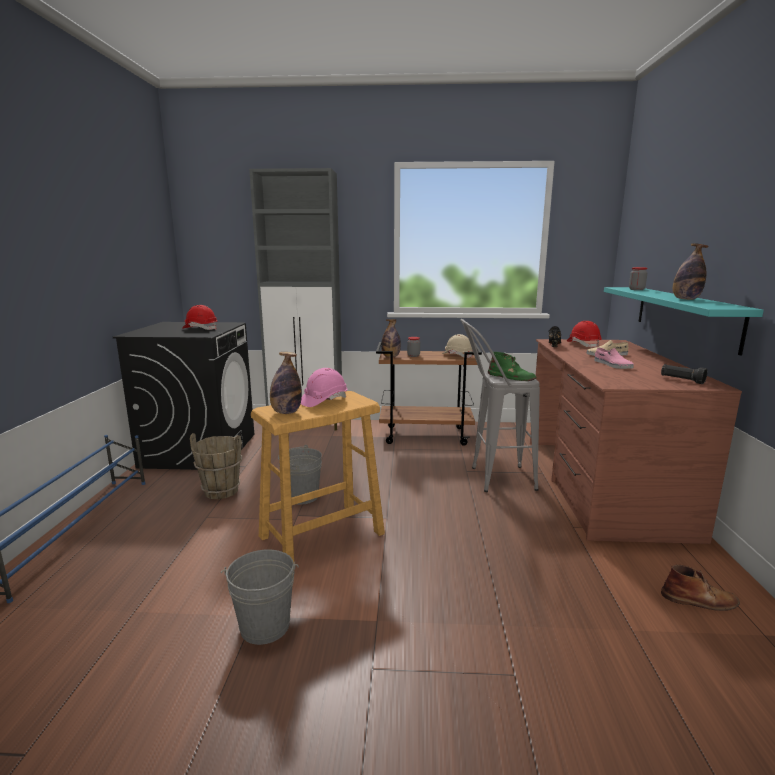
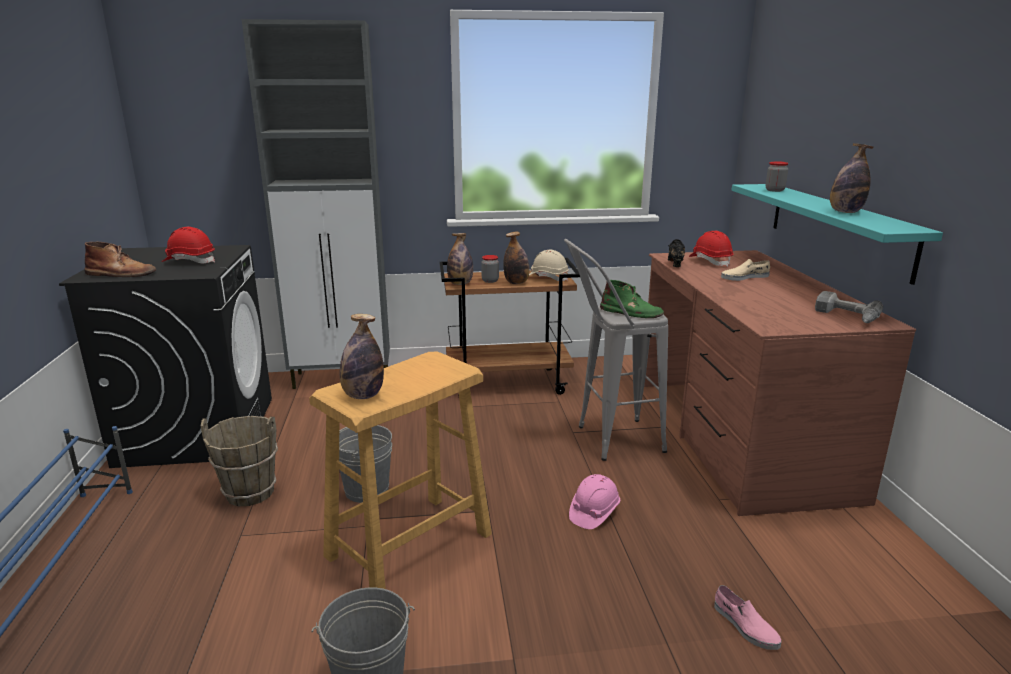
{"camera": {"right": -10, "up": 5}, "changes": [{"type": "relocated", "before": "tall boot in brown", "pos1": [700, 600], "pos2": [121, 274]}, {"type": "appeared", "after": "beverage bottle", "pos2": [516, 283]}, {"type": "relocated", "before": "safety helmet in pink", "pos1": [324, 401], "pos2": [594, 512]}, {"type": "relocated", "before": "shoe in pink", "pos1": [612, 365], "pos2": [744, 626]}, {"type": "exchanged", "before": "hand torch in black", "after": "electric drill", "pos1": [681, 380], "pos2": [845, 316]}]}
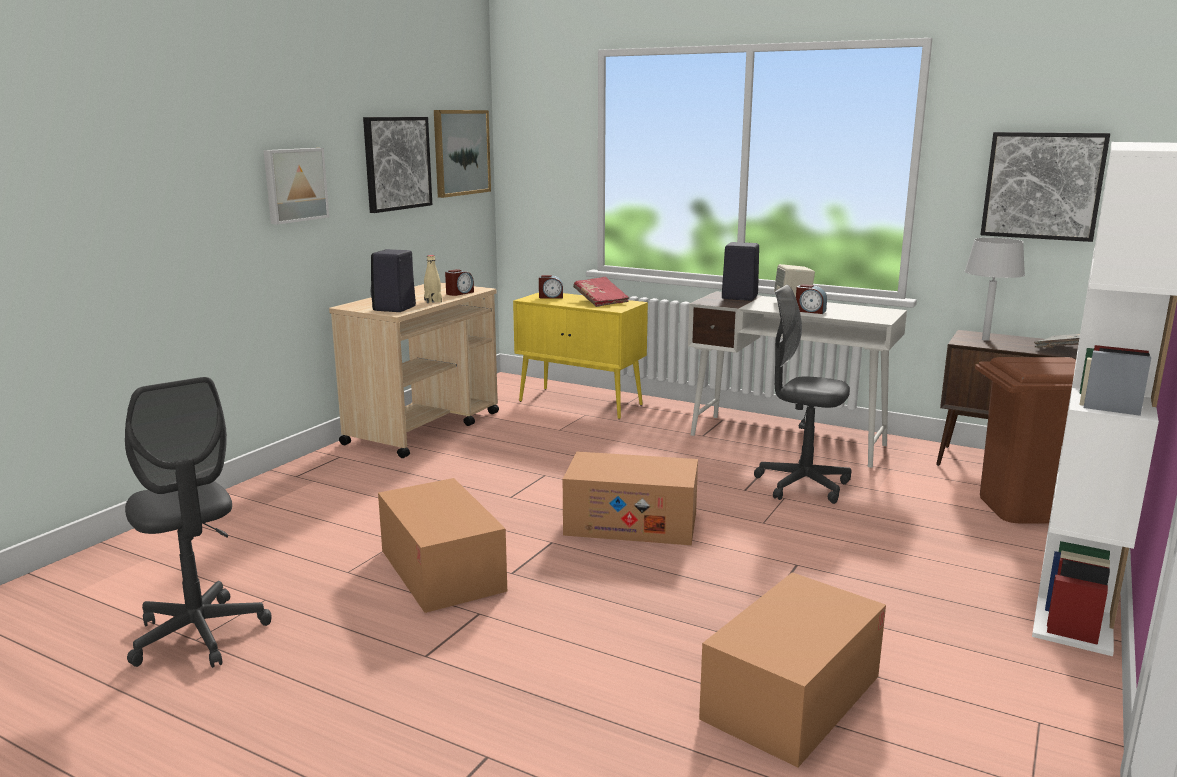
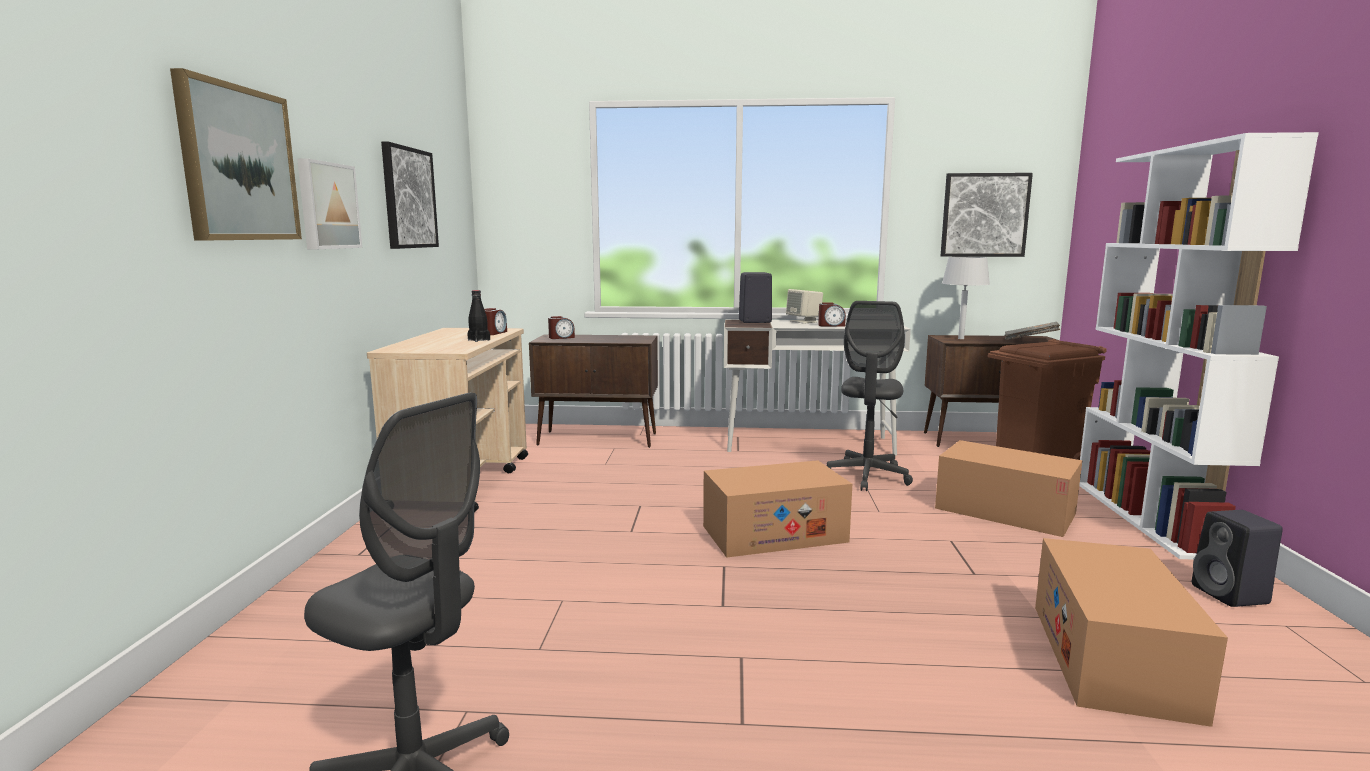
{"camera": {"right": -25, "up": -5}, "changes": [{"type": "relocated", "before": "wall art", "pos1": [461, 152], "pos2": [238, 164]}, {"type": "colour", "before": "beverage bottle in beige-coloured", "after": "beverage bottle in black", "pos1": [433, 301], "pos2": [479, 340]}, {"type": "colour", "before": "storage cabinet in yellow", "after": "storage cabinet in brown", "pos1": [581, 403], "pos2": [599, 439]}, {"type": "spun", "before": "computer chair in greyish", "pos1": [802, 485], "pos2": [867, 476], "turn": -75}, {"type": "relocated", "before": "cardboard box", "pos1": [441, 570], "pos2": [1004, 511]}, {"type": "relocated", "before": "speaker in black", "pos1": [394, 309], "pos2": [1232, 595]}, {"type": "missing", "before": "book in red-coloured", "pos1": [600, 301]}]}
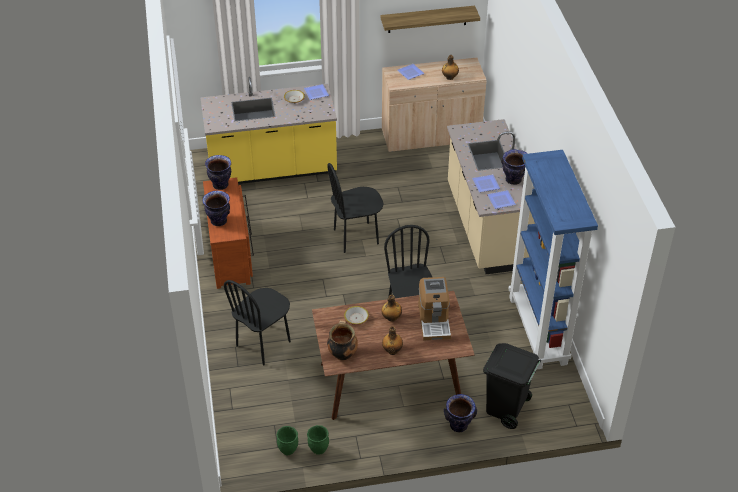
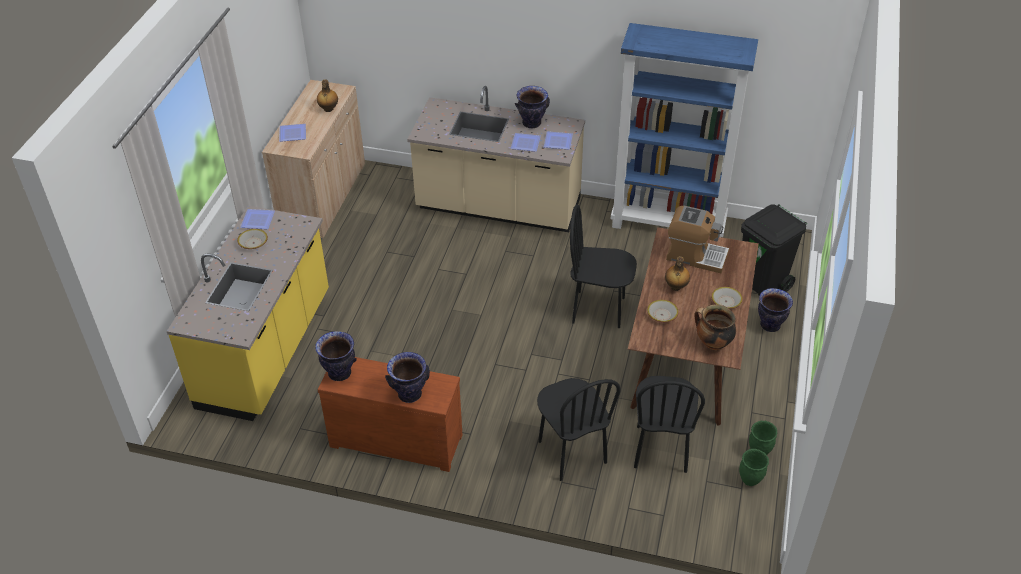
{"camera": {"right": -65, "up": 0}, "changes": [{"type": "relocated", "before": "upright chair in black", "pos1": [356, 237], "pos2": [660, 449]}, {"type": "exchanged", "before": "beverage bottle", "after": "bowl", "pos1": [392, 350], "pos2": [726, 301]}, {"type": "missing", "before": "wall shelf", "pos1": [427, 19]}]}
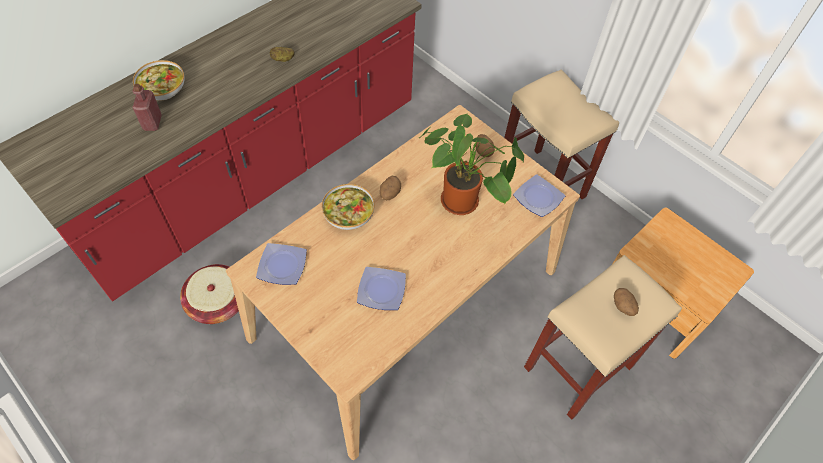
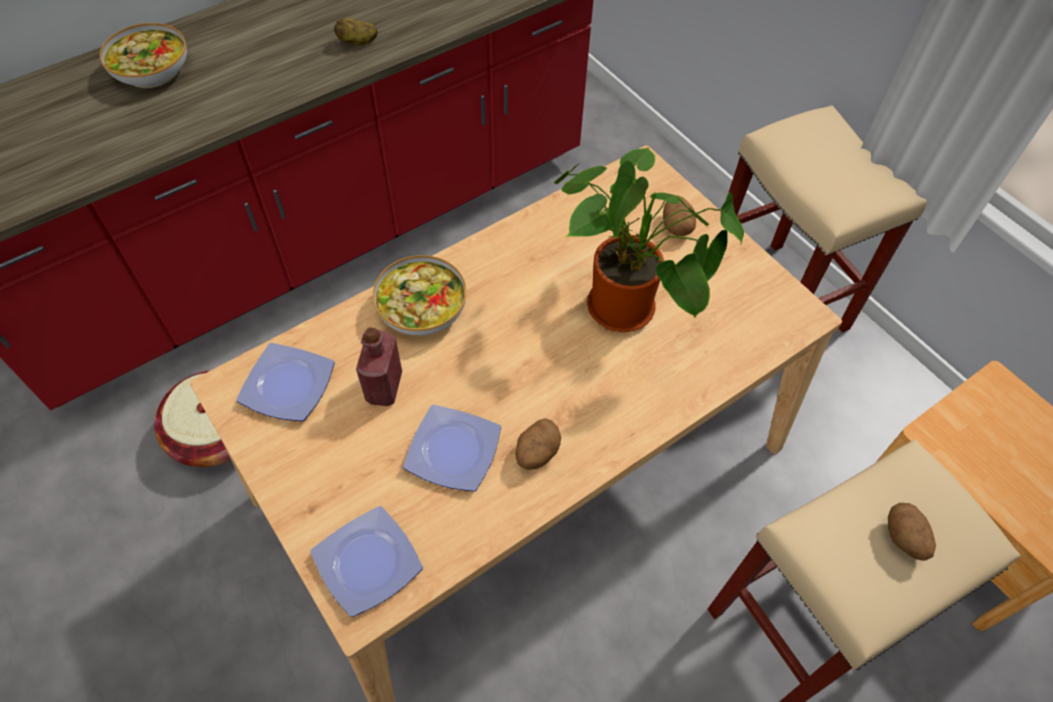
{"camera": {"right": 10, "up": 0}, "changes": [{"type": "relocated", "before": "dinner plate", "pos1": [538, 197], "pos2": [368, 560]}, {"type": "relocated", "before": "beverage bottle in red-coloured", "pos1": [152, 123], "pos2": [384, 387]}, {"type": "relocated", "before": "whole potato", "pos1": [389, 194], "pos2": [536, 453]}]}
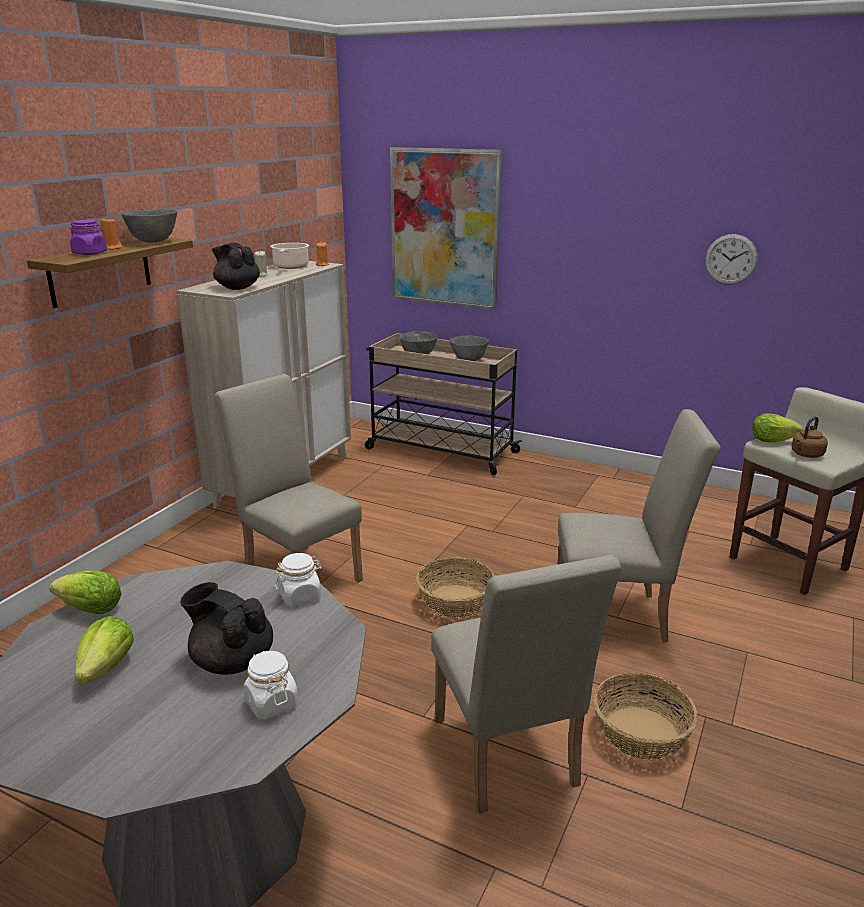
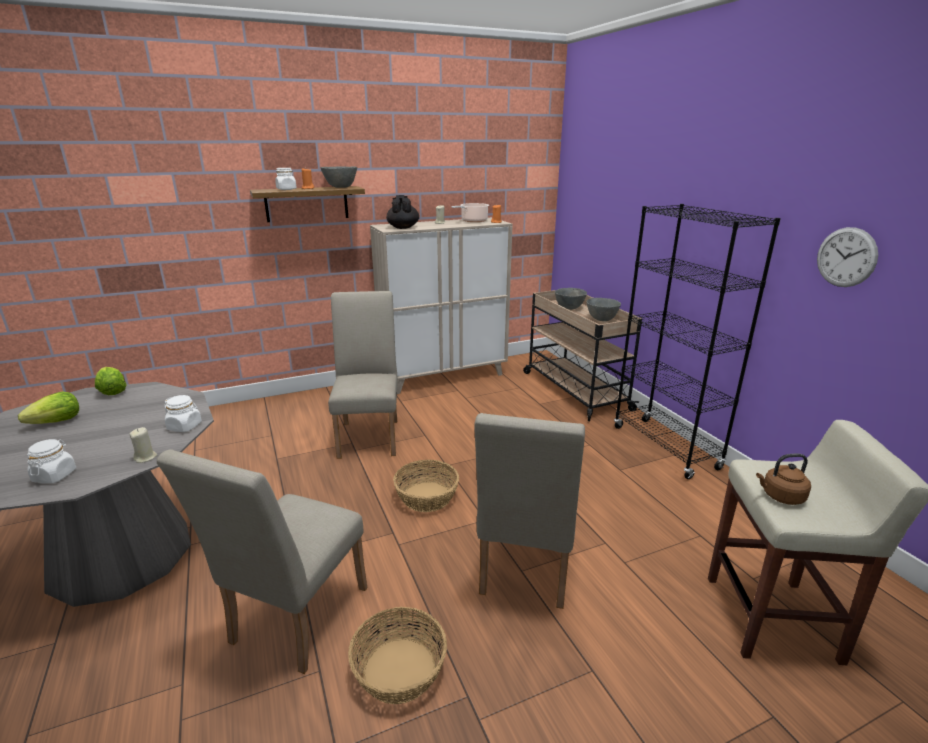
{"camera": {"right": 40, "up": 0}, "changes": [{"type": "appeared", "after": "wax light in beige-coloured", "pos2": [146, 457]}, {"type": "colour", "before": "storage jar in purplish", "after": "storage jar in white", "pos1": [90, 253], "pos2": [286, 189]}, {"type": "spun", "before": "upright chair in beige-coloured", "pos1": [619, 616], "pos2": [524, 571], "turn": 60}, {"type": "appeared", "after": "bookshelf in black", "pos2": [665, 447]}, {"type": "missing", "before": "teapot in black", "pos1": [232, 661]}, {"type": "missing", "before": "wall art", "pos1": [444, 228]}, {"type": "missing", "before": "lettuce", "pos1": [771, 440]}]}
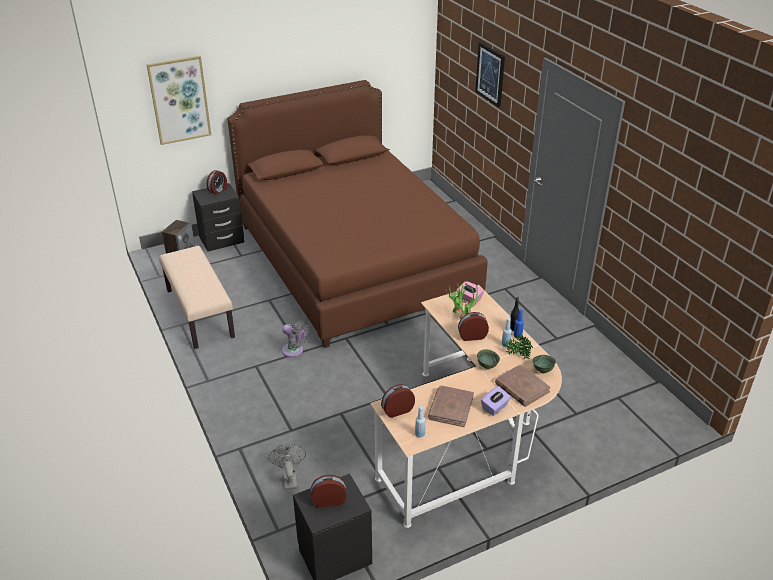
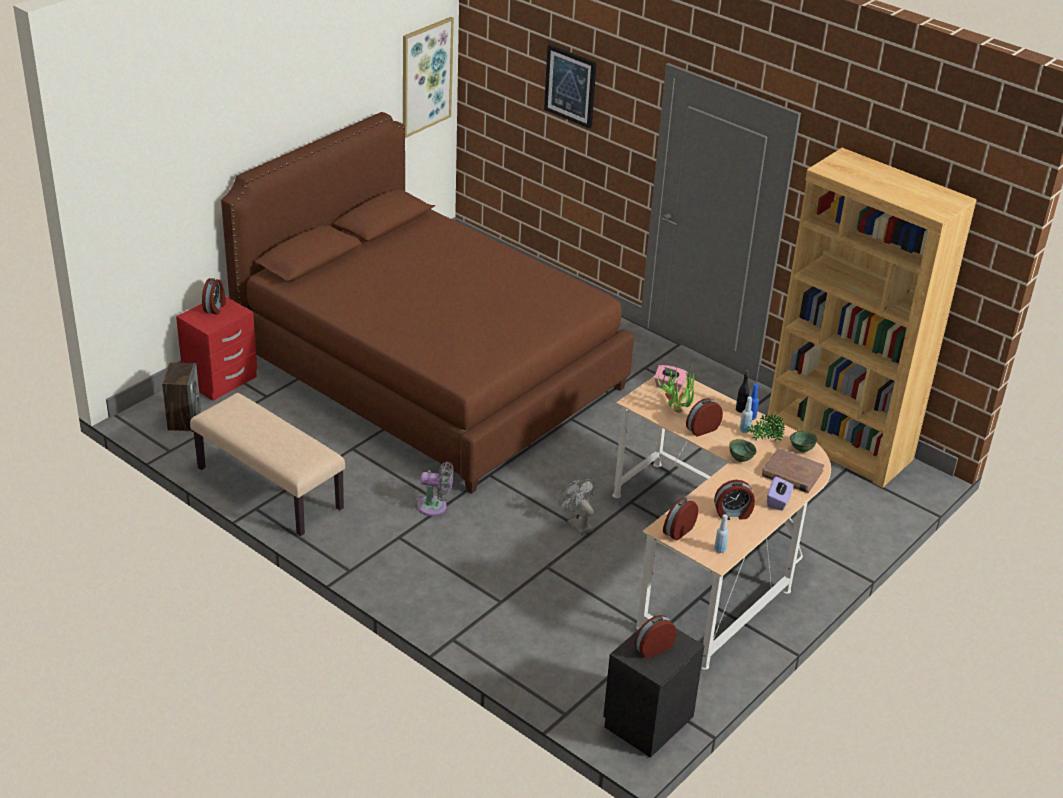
{"camera": {"right": -25, "up": 0}, "changes": [{"type": "colour", "before": "bedside table in black", "after": "bedside table in red-coloured", "pos1": [221, 240], "pos2": [220, 380]}, {"type": "relocated", "before": "wall art", "pos1": [179, 100], "pos2": [426, 76]}, {"type": "relocated", "before": "cooling fan in greyish", "pos1": [289, 478], "pos2": [577, 524]}, {"type": "exchanged", "before": "book in brown", "after": "bedside clock", "pos1": [450, 408], "pos2": [733, 514]}, {"type": "appeared", "after": "bookshelf in brown", "pos2": [838, 443]}]}
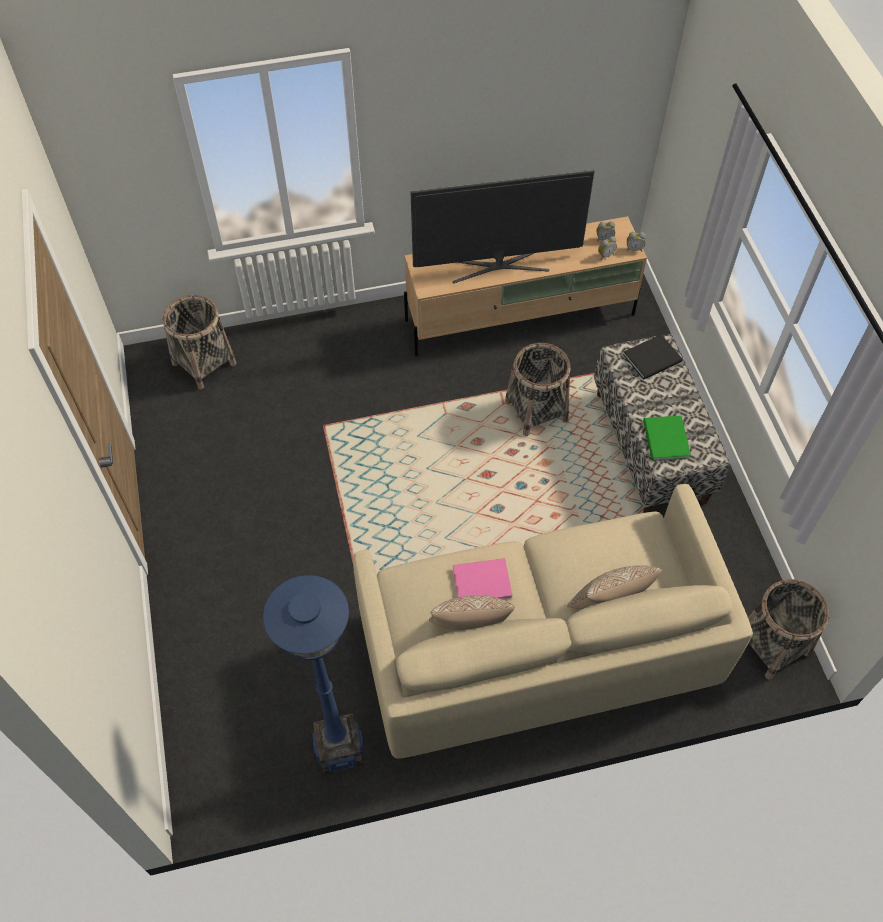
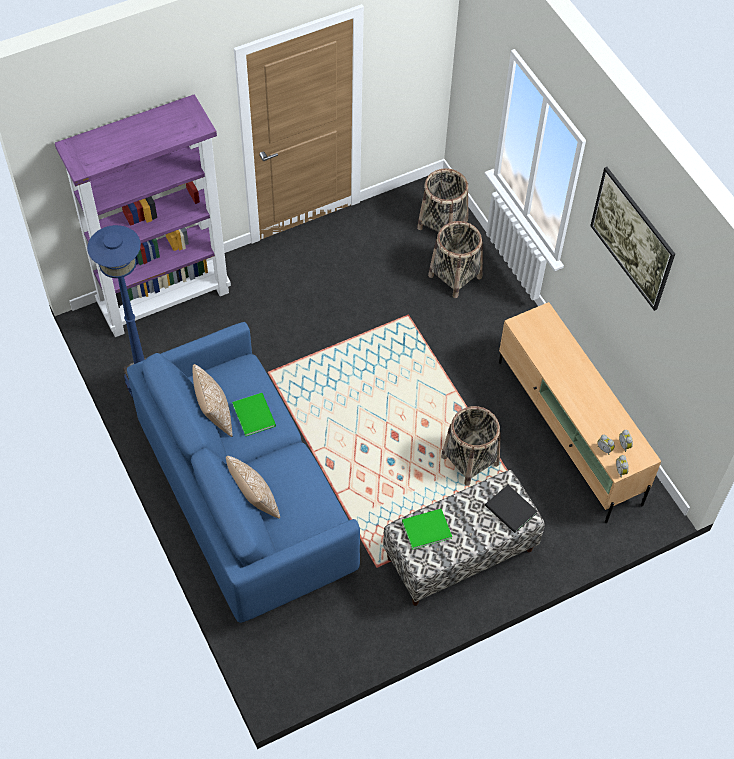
{"camera": {"right": 75, "up": 0}, "changes": [{"type": "appeared", "after": "bookshelf in purplish", "pos2": [165, 299]}, {"type": "colour", "before": "couch in beige-coloured", "after": "couch in blue-coloured", "pos1": [536, 651], "pos2": [245, 497]}, {"type": "colour", "before": "book in pink", "after": "book in green-coloured", "pos1": [480, 581], "pos2": [254, 413]}, {"type": "relocated", "before": "household basket", "pos1": [772, 645], "pos2": [455, 276]}, {"type": "appeared", "after": "wall art", "pos2": [628, 252]}, {"type": "missing", "before": "television", "pos1": [498, 265]}]}
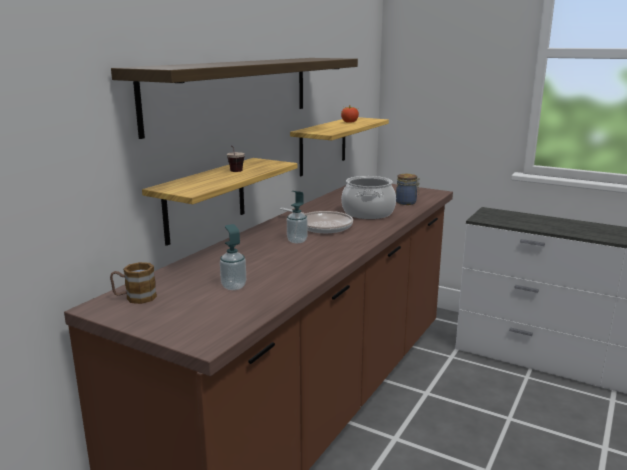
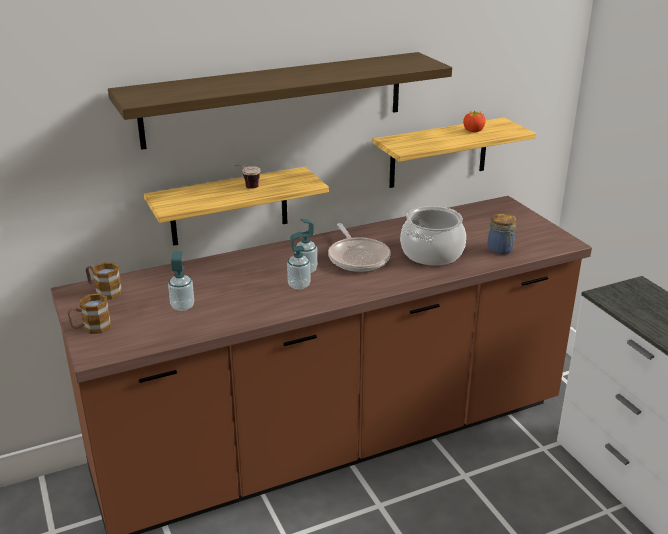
{"camera": {"right": 35, "up": 10}, "changes": [{"type": "appeared", "after": "mug", "pos2": [91, 328]}, {"type": "appeared", "after": "liquid soap bottle", "pos2": [299, 285]}]}
